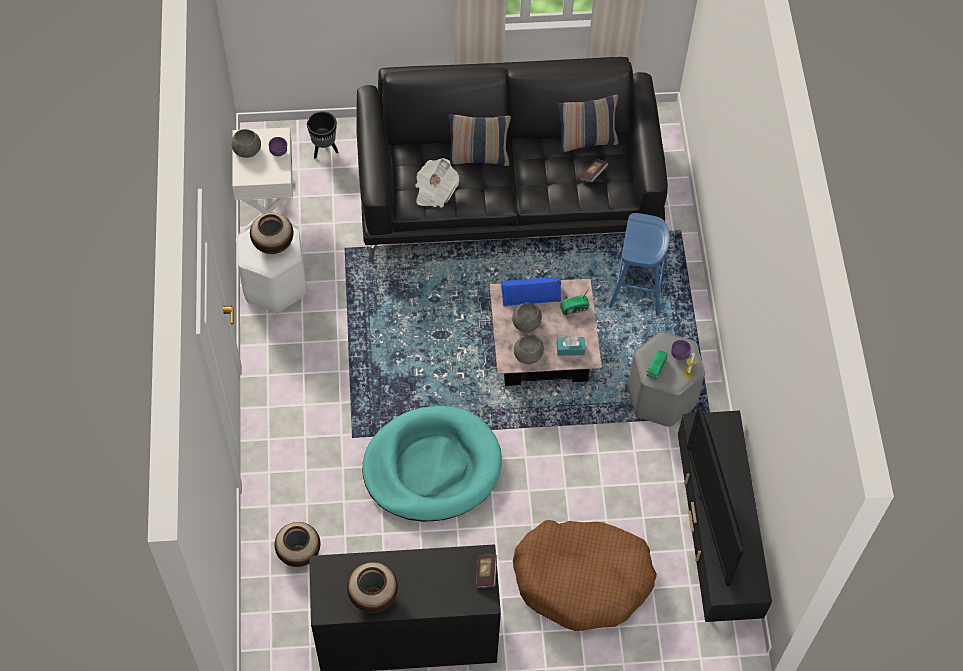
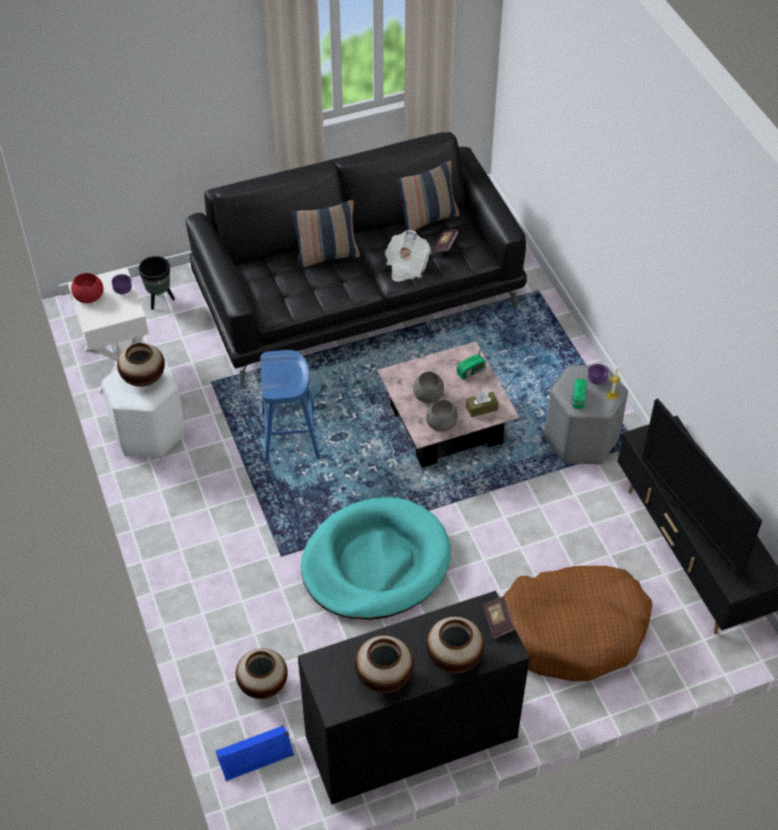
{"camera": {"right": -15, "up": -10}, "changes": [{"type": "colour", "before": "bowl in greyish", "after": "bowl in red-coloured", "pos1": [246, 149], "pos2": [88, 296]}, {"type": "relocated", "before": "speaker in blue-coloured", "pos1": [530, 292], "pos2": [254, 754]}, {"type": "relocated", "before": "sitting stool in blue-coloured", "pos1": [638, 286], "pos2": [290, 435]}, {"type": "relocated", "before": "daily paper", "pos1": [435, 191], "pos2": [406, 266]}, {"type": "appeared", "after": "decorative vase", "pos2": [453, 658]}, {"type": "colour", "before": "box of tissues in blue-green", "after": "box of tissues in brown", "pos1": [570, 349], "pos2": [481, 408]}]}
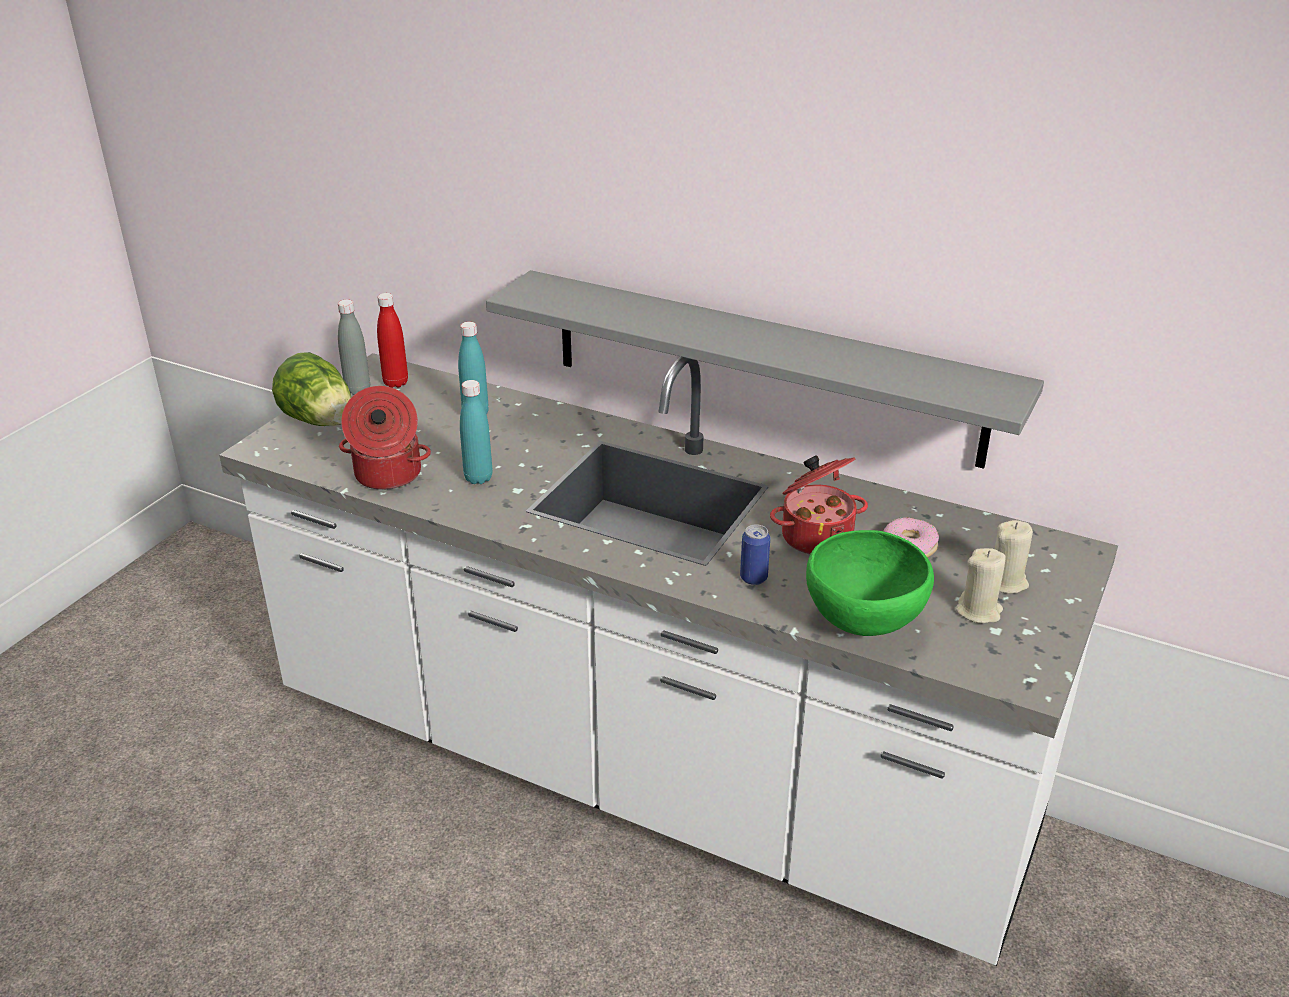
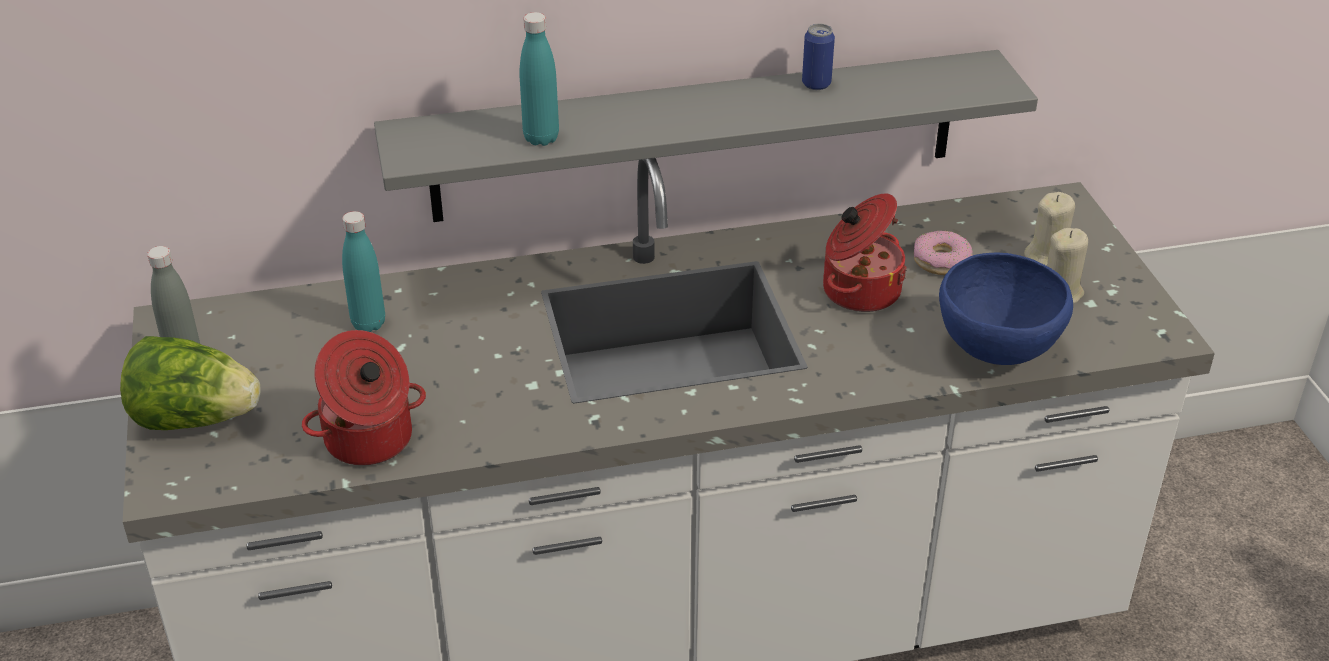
{"camera": {"right": -40, "up": 5}, "changes": [{"type": "relocated", "before": "beverage bottle in blue-green", "pos1": [478, 478], "pos2": [541, 138]}, {"type": "relocated", "before": "sealed can", "pos1": [753, 578], "pos2": [816, 84]}, {"type": "colour", "before": "bowl in green-coloured", "after": "bowl in blue-coloured", "pos1": [863, 623], "pos2": [996, 351]}, {"type": "missing", "before": "beverage bottle in red-coloured", "pos1": [396, 383]}]}
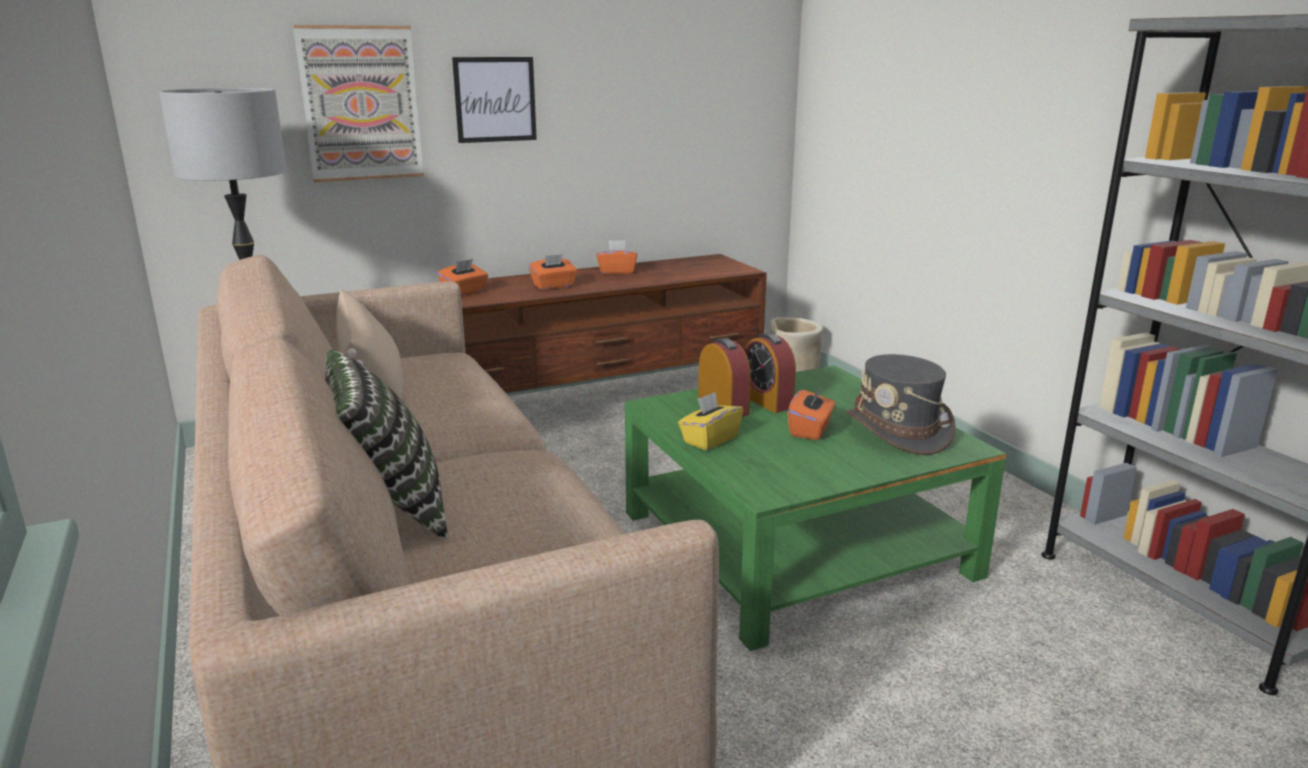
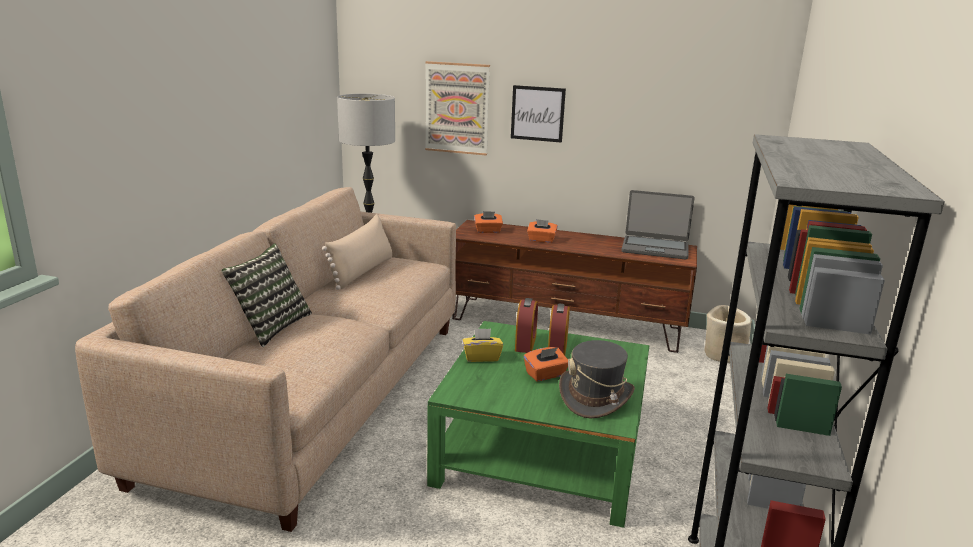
{"camera": {"right": 40, "up": 0}, "changes": [{"type": "appeared", "after": "laptop", "pos2": [655, 248]}, {"type": "missing", "before": "box of tissues in orangey", "pos1": [617, 271]}]}
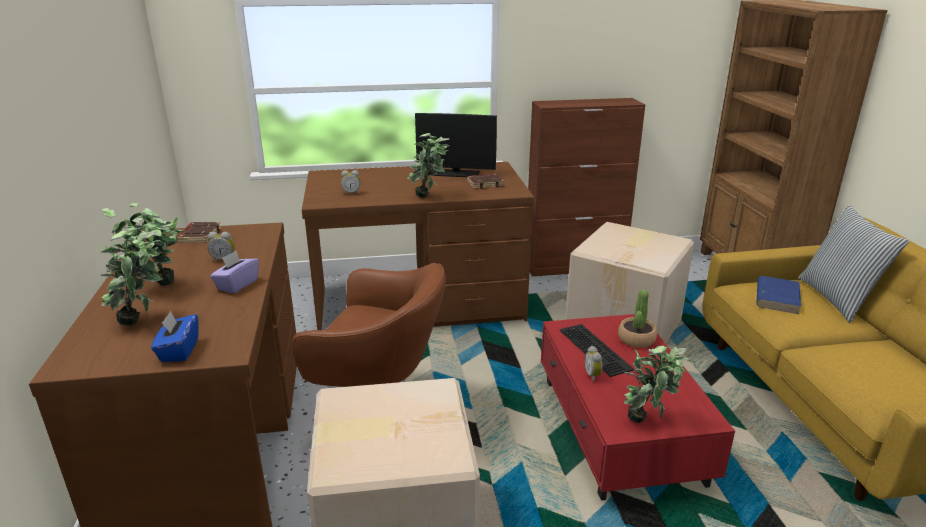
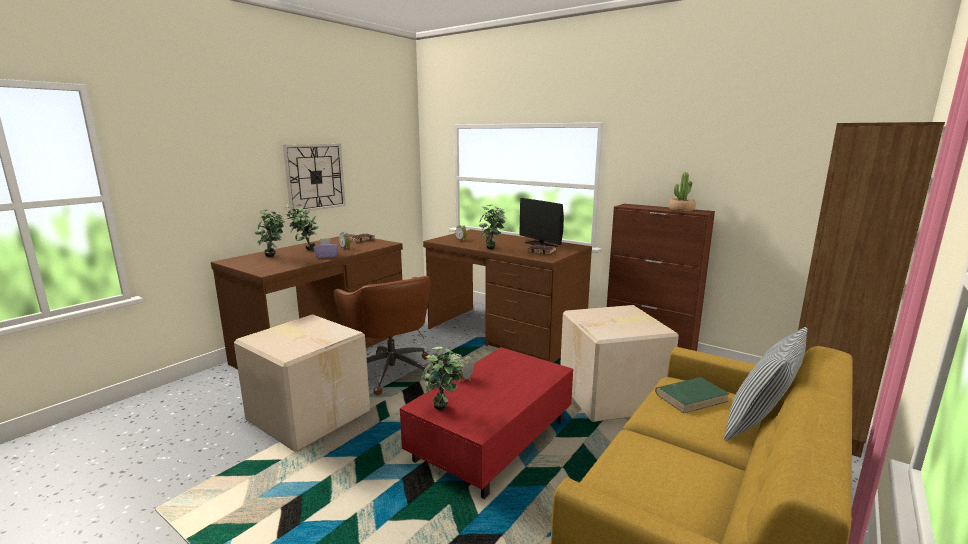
{"camera": {"right": 45, "up": -10}, "changes": [{"type": "appeared", "after": "wall clock", "pos2": [315, 177]}, {"type": "colour", "before": "book in blue-coloured", "after": "book in green-coloured", "pos1": [777, 297], "pos2": [691, 397]}, {"type": "relocated", "before": "houseplant", "pos1": [636, 339], "pos2": [681, 210]}, {"type": "missing", "before": "box of tissues in blue-coloured", "pos1": [179, 350]}, {"type": "missing", "before": "computer keyboard", "pos1": [597, 349]}]}
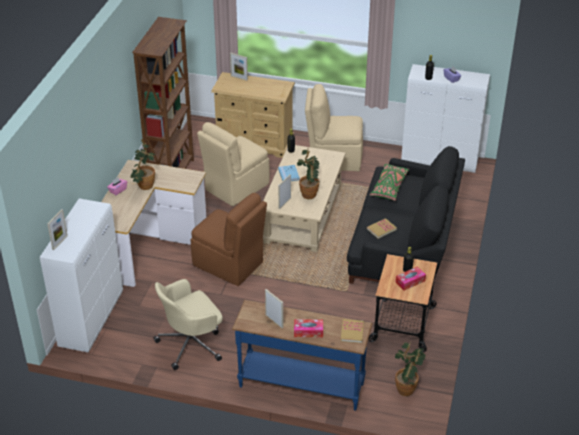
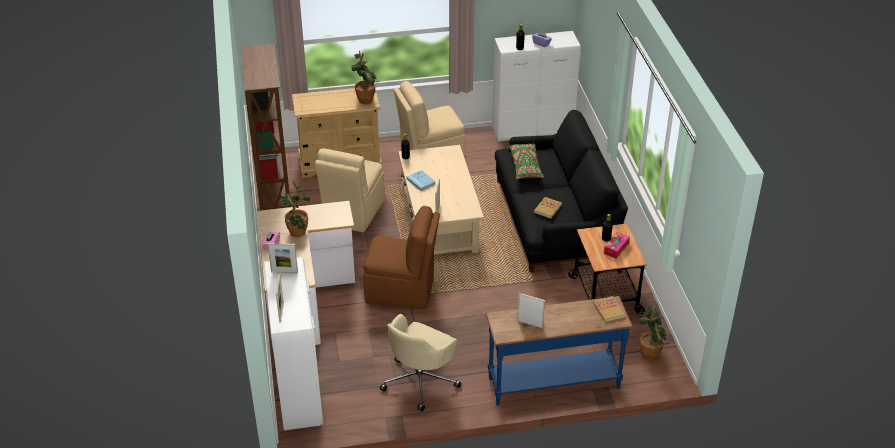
{"camera": {"right": -25, "up": 0}, "changes": [{"type": "relocated", "before": "picture frame", "pos1": [239, 78], "pos2": [284, 272]}, {"type": "relocated", "before": "houseplant", "pos1": [310, 193], "pos2": [365, 98]}, {"type": "missing", "before": "box of tissues", "pos1": [308, 331]}]}
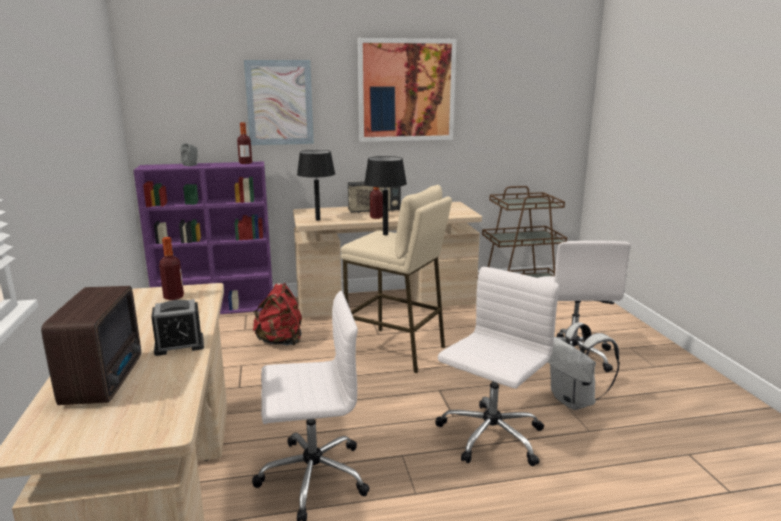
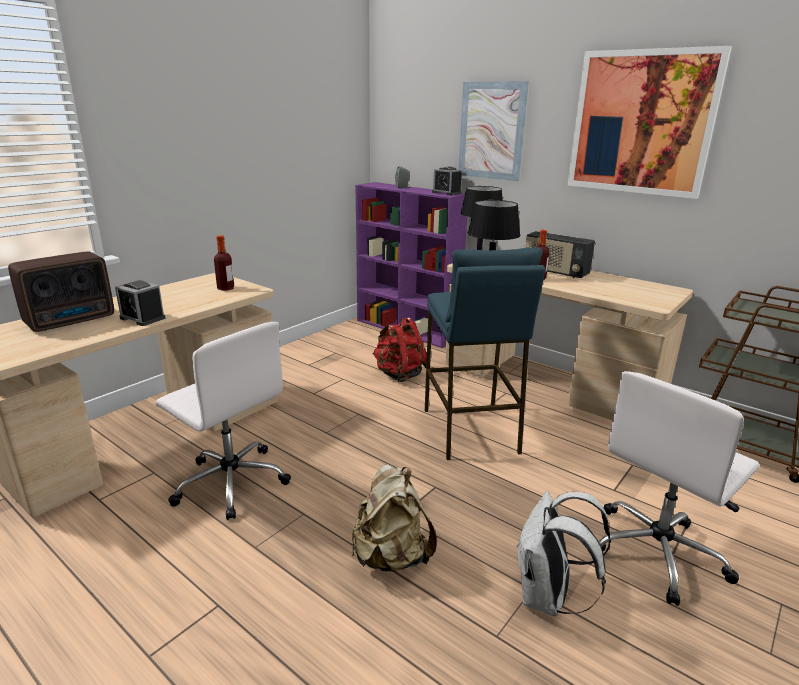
{"camera": {"right": 50, "up": 5}, "changes": [{"type": "exchanged", "before": "computer chair in white", "after": "rucksack in beige-coloured", "pos1": [490, 437], "pos2": [391, 556]}, {"type": "colour", "before": "sitting stool in beige-coloured", "after": "sitting stool in blue-coloured", "pos1": [396, 350], "pos2": [470, 431]}, {"type": "exchanged", "before": "beverage bottle", "after": "bedside clock", "pos1": [245, 163], "pos2": [446, 193]}]}
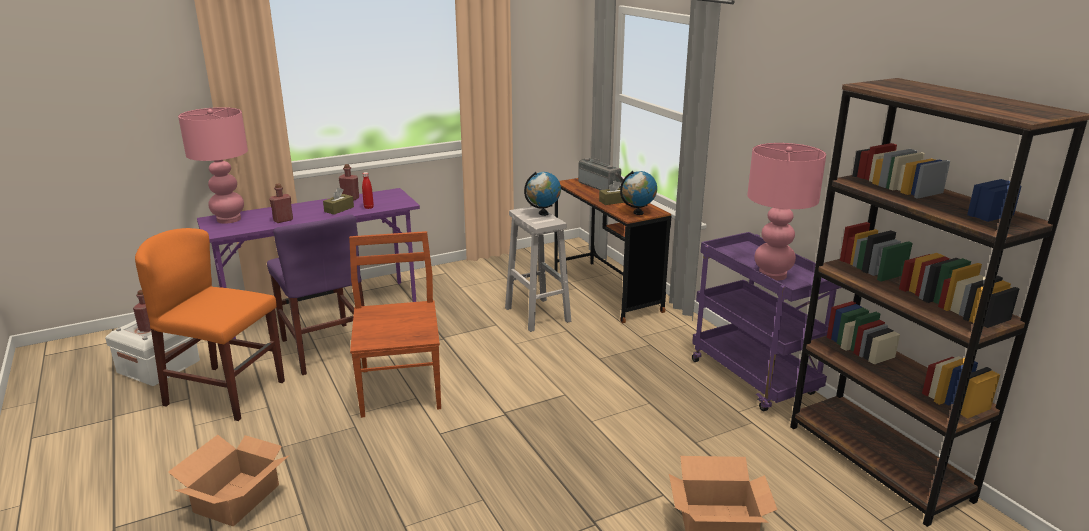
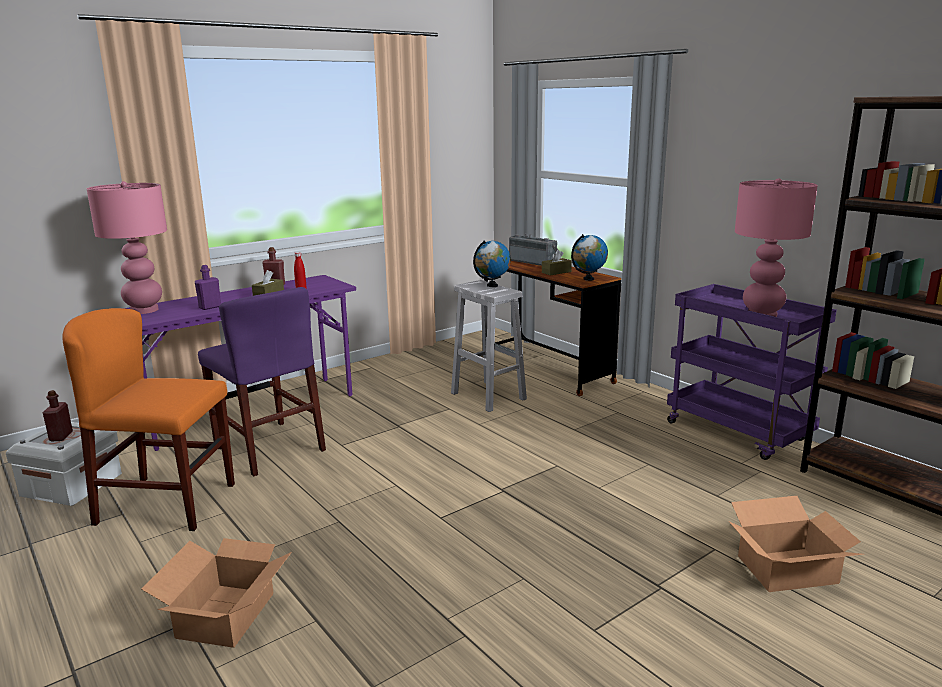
{"camera": {"right": -10, "up": -5}, "changes": [{"type": "colour", "before": "beverage bottle in red-coloured", "after": "beverage bottle in purplish", "pos1": [283, 220], "pos2": [210, 307]}, {"type": "missing", "before": "upright chair in brown", "pos1": [401, 387]}]}
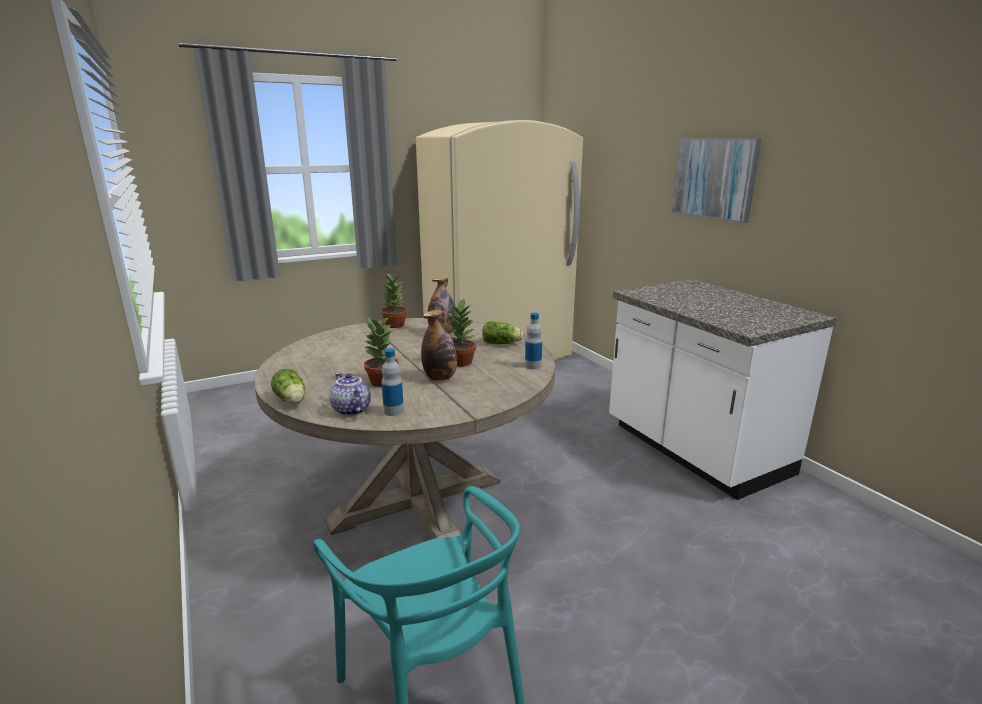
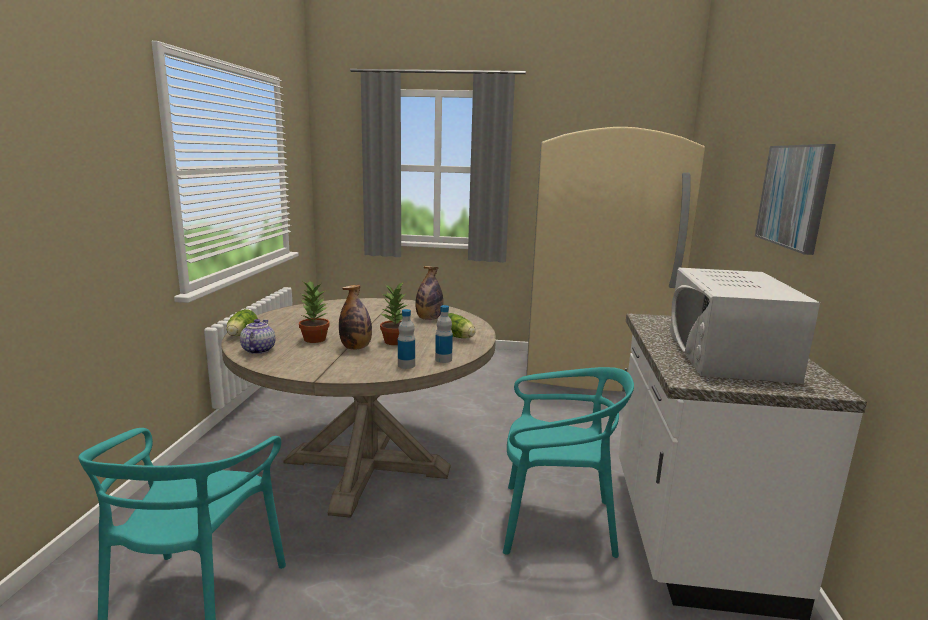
{"camera": {"right": 35, "up": -5}, "changes": [{"type": "relocated", "before": "beverage bottle", "pos1": [393, 411], "pos2": [406, 365]}, {"type": "appeared", "after": "upright chair in blue-green", "pos2": [556, 522]}, {"type": "appeared", "after": "microwave oven in white", "pos2": [728, 354]}, {"type": "missing", "before": "houseplant", "pos1": [394, 325]}]}
